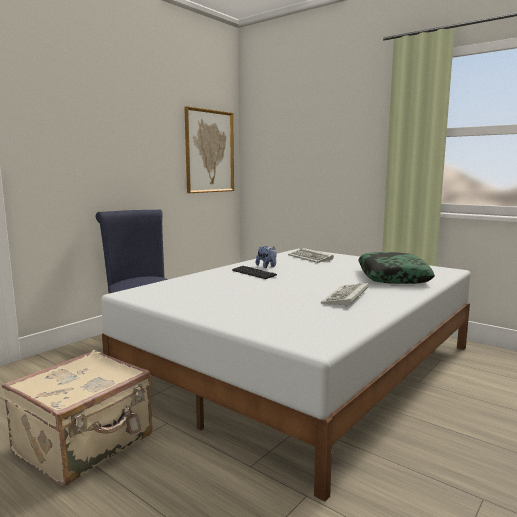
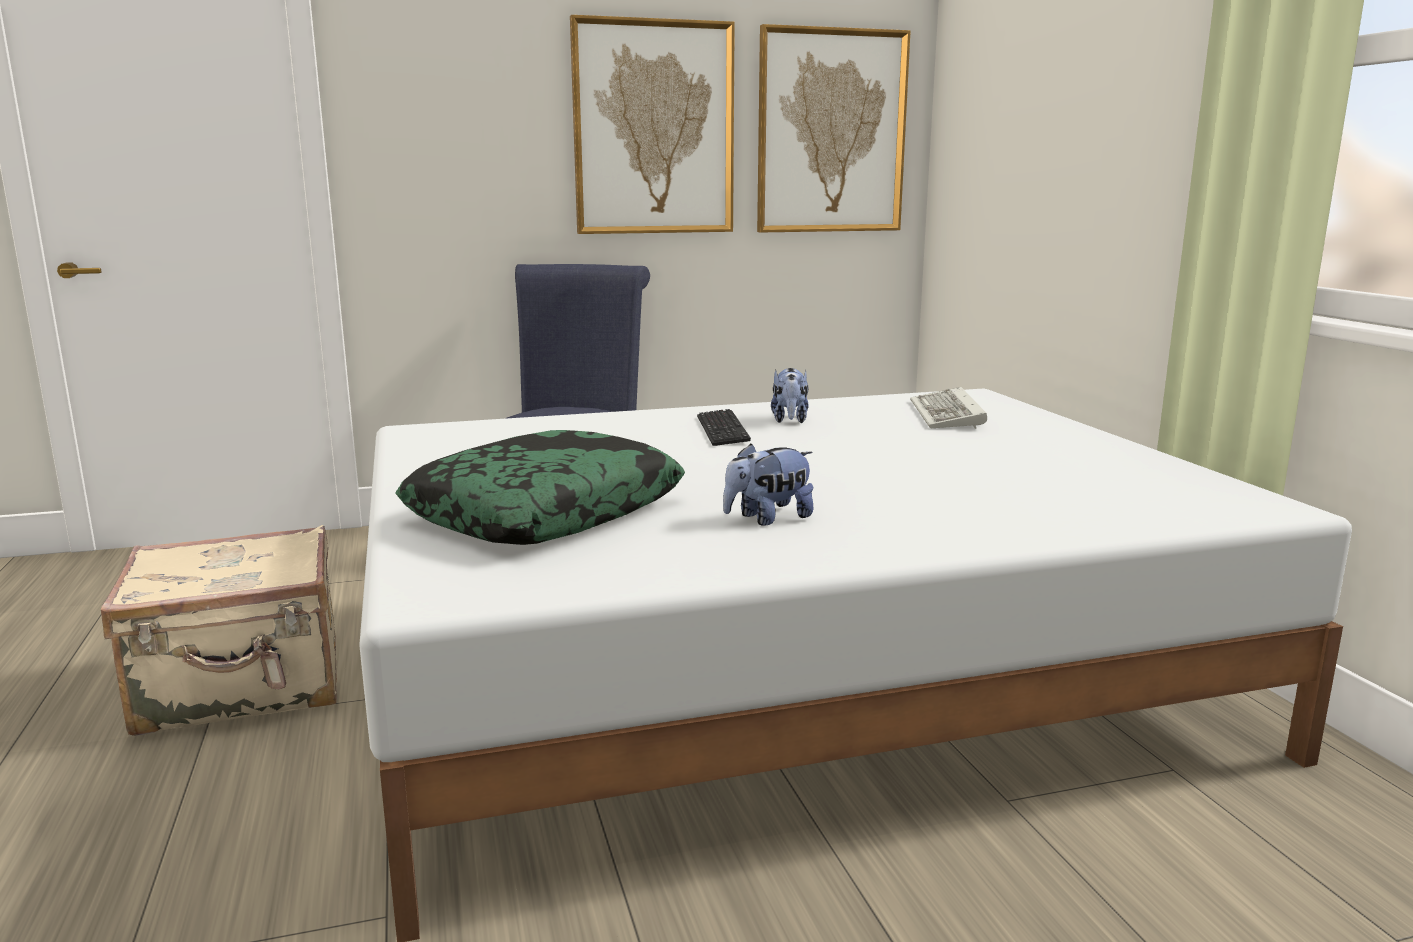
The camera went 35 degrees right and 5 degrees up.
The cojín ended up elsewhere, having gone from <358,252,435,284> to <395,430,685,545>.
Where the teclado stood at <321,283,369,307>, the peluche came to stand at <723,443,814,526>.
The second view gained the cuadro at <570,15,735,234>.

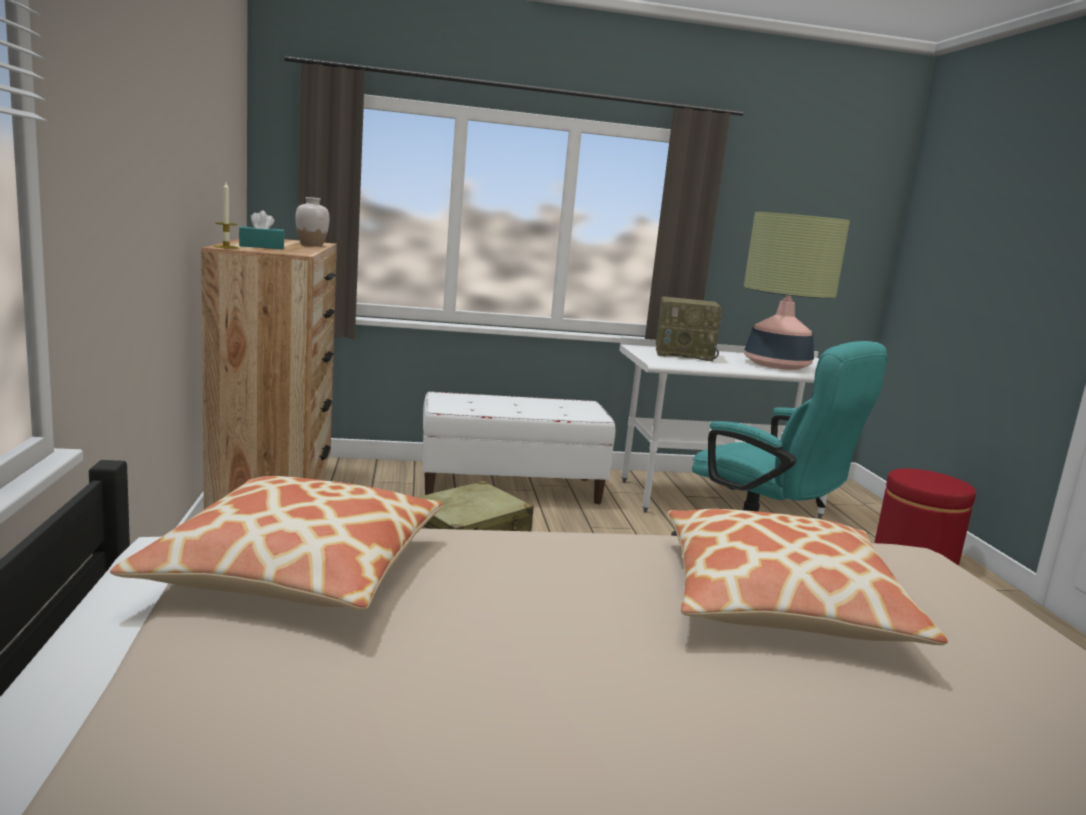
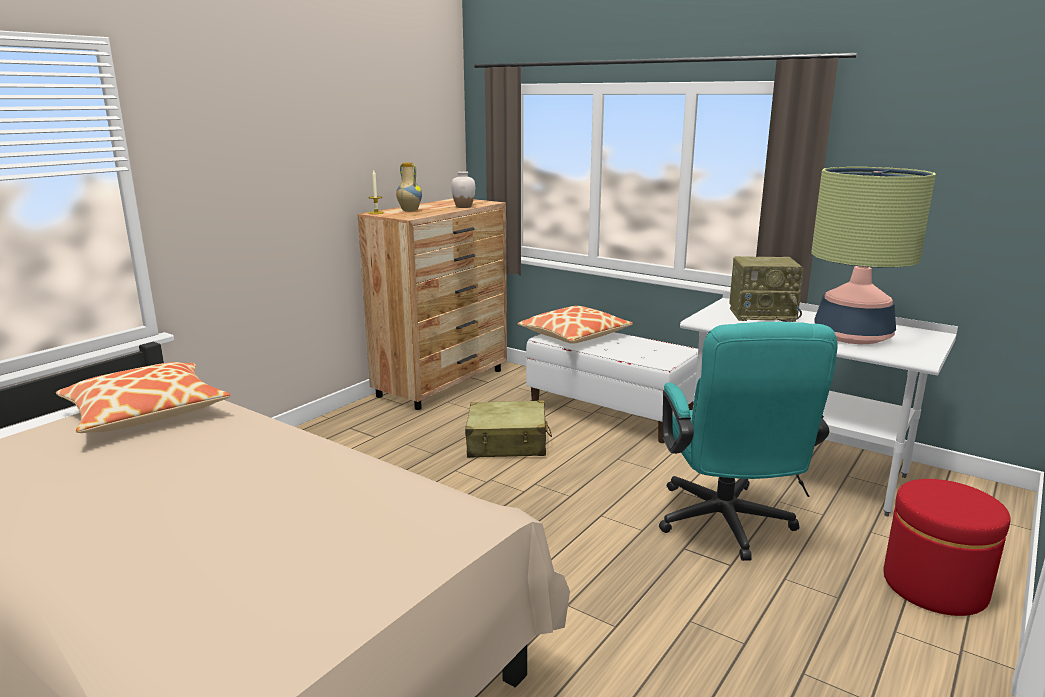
The camera went 45 degrees right and 5 degrees up.
Where the caja de pañuelos [turquesa] stood at <239,210,285,249>, the florero came to stand at <396,162,422,212>.
The radio at <656,296,722,362> ended up facing another way, 45 degrees counterclockwise from before.
The cojín ended up elsewhere, having gone from <667,509,948,645> to <518,306,633,344>.

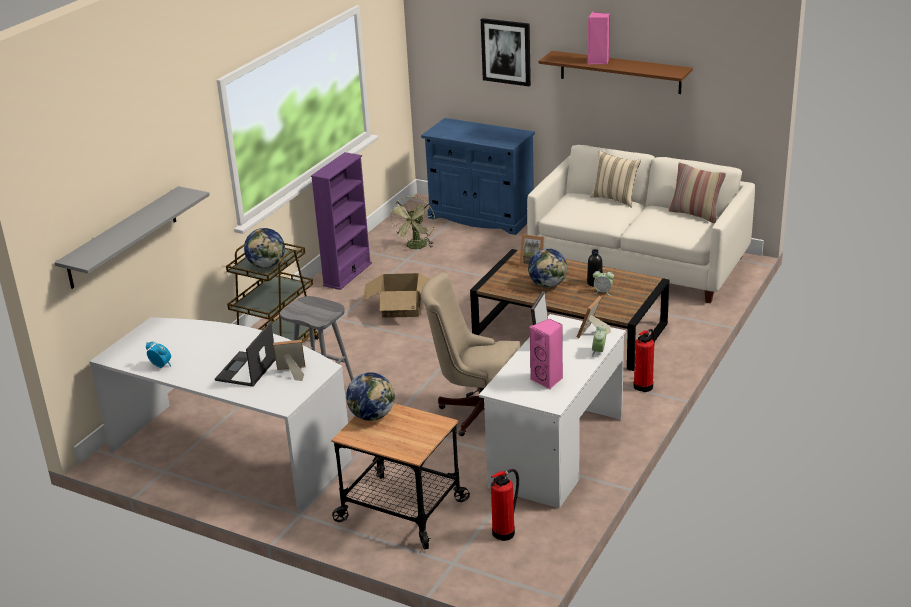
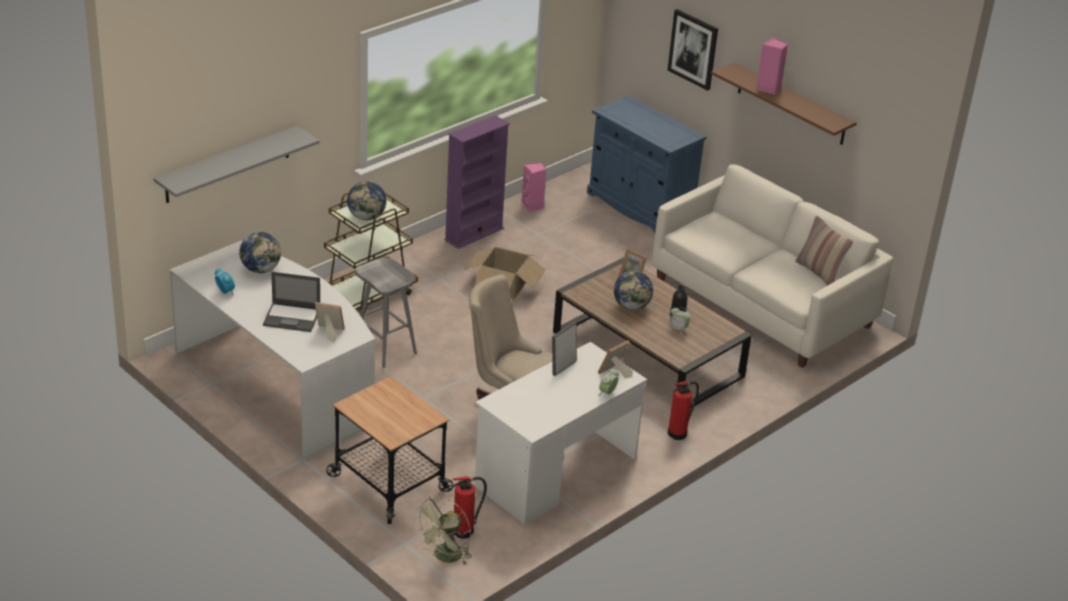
The camera went 15 degrees right and 5 degrees up.
The second view lost the cojín [beis] at <590,151,641,207>.
The ventilador [verde] ended up elsewhere, having gone from <390,196,435,249> to <414,496,472,566>.
The altavoz [rosa] ended up elsewhere, having gone from <530,319,563,389> to <521,163,547,213>.
The portátil at <215,322,276,387> ended up facing another way, 120 degrees counterclockwise from before.
The globo terráqueo ended up elsewhere, having gone from <346,372,395,421> to <239,232,281,273>.

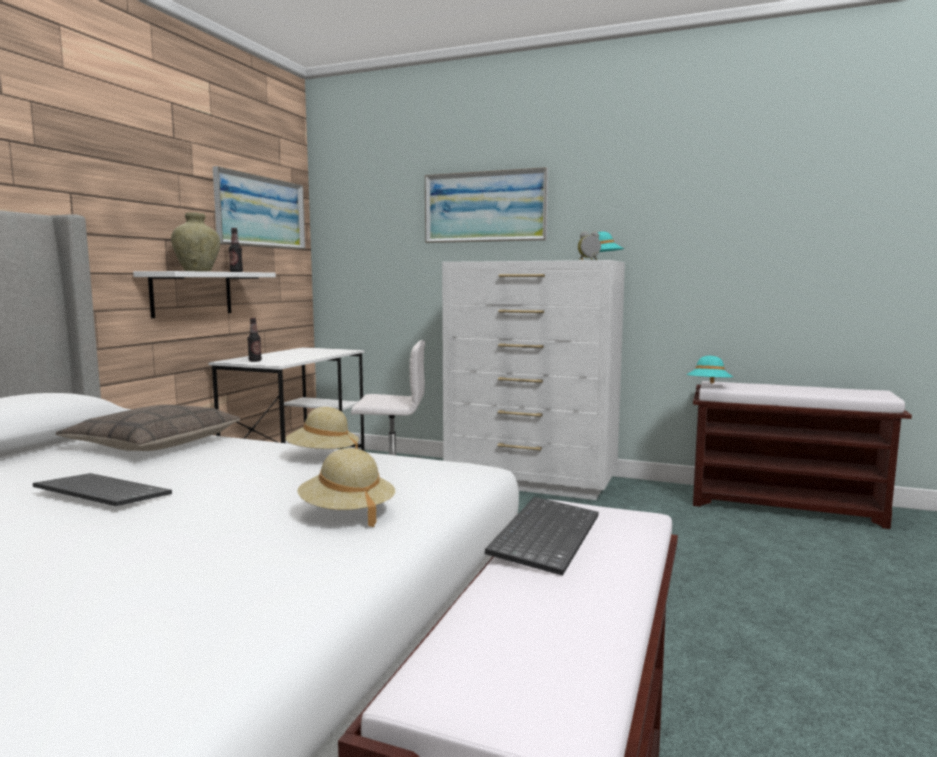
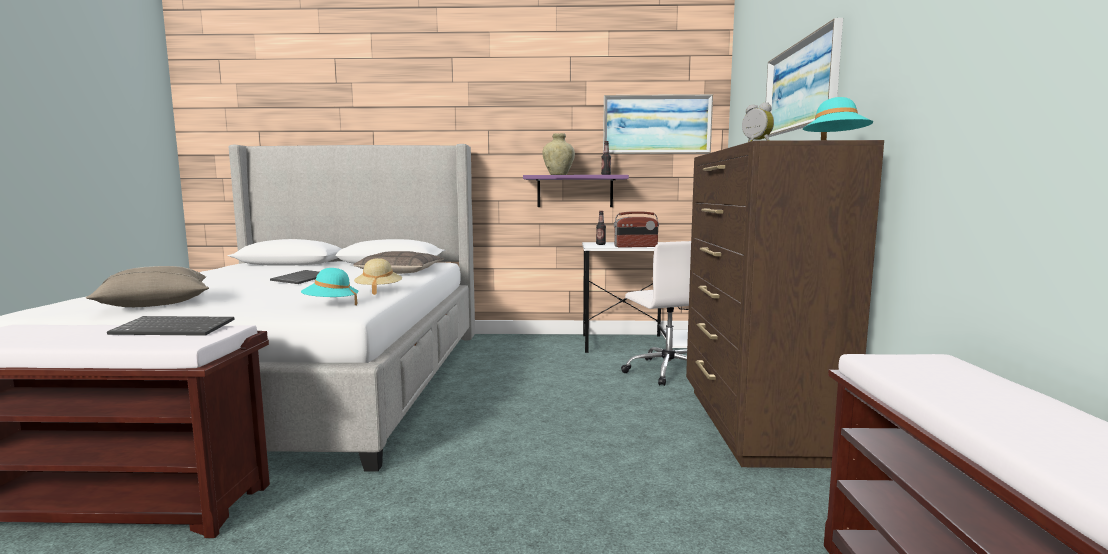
The camera went 70 degrees right and 0 degrees up.
What was the cómoda [blanco] at <442,260,625,500> turned into the cómoda [marrón] at <686,140,884,468>.
What was the estante [blanco] at <133,271,276,318> turned into the estante [morado] at <523,175,629,207>.
The sombrero [turquesa] ended up elsewhere, having gone from <687,356,733,384> to <301,268,359,305>.
The second view lost the sombrero [beis] at <297,448,395,527>.
The second view gained the radio at <614,211,659,248>.
The second view gained the cojín [beis] at <86,266,209,307>.

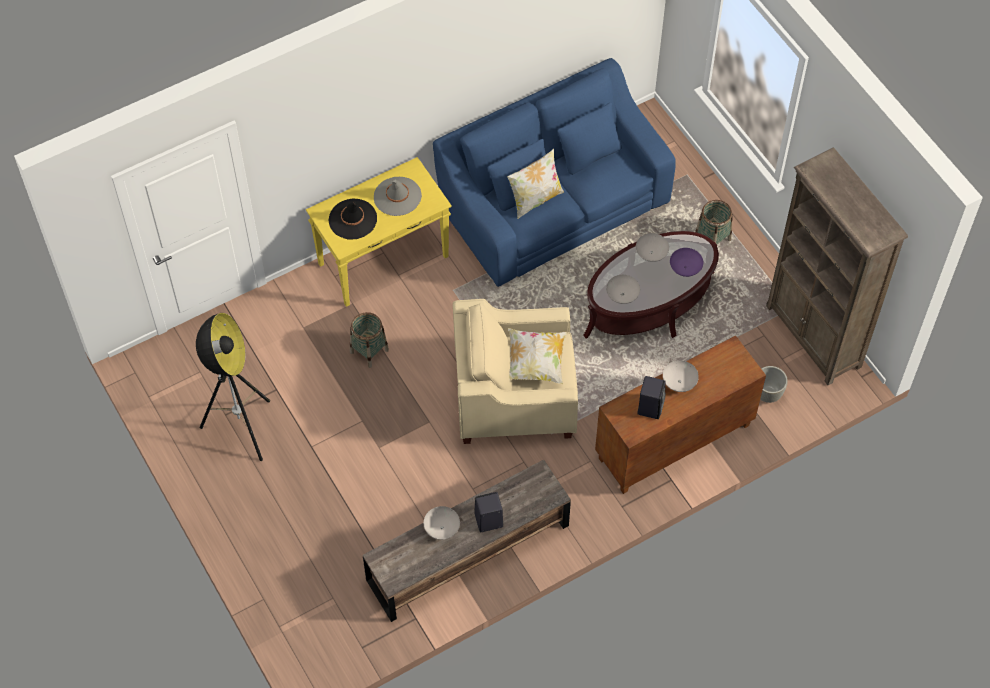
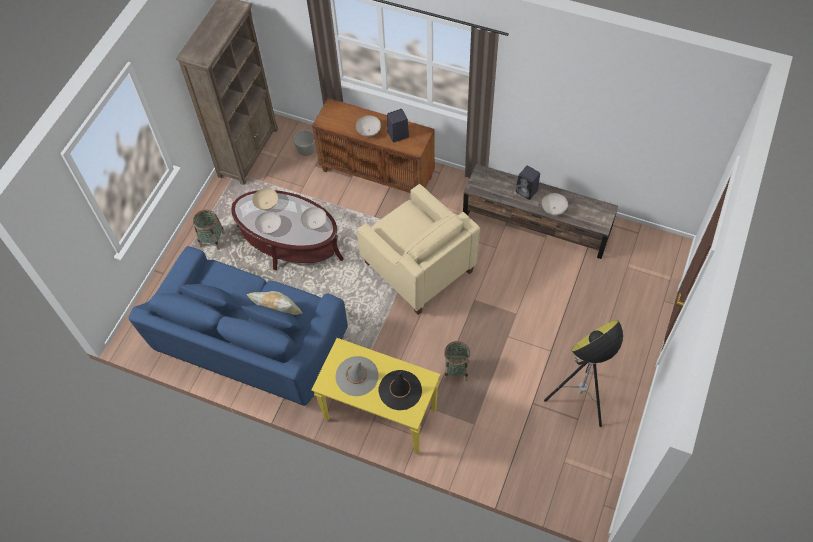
The camera went 125 degrees left and 0 degrees up.
What was the cuenco [morado] at <670,248,703,277> turned into the cuenco [beis] at <252,188,278,210>.
The second view lost the cojín at <508,328,567,384>.

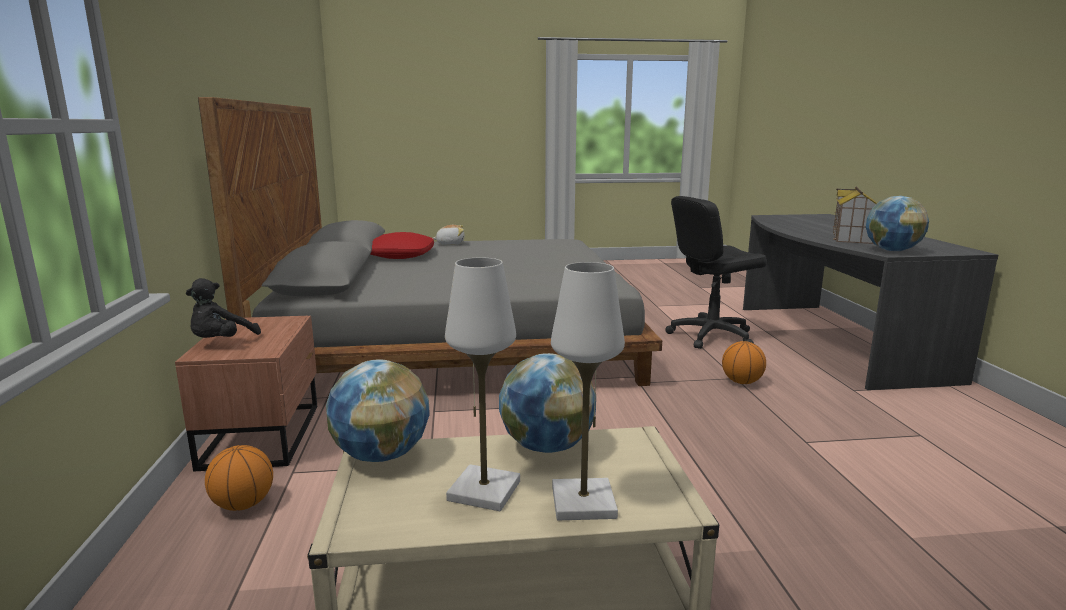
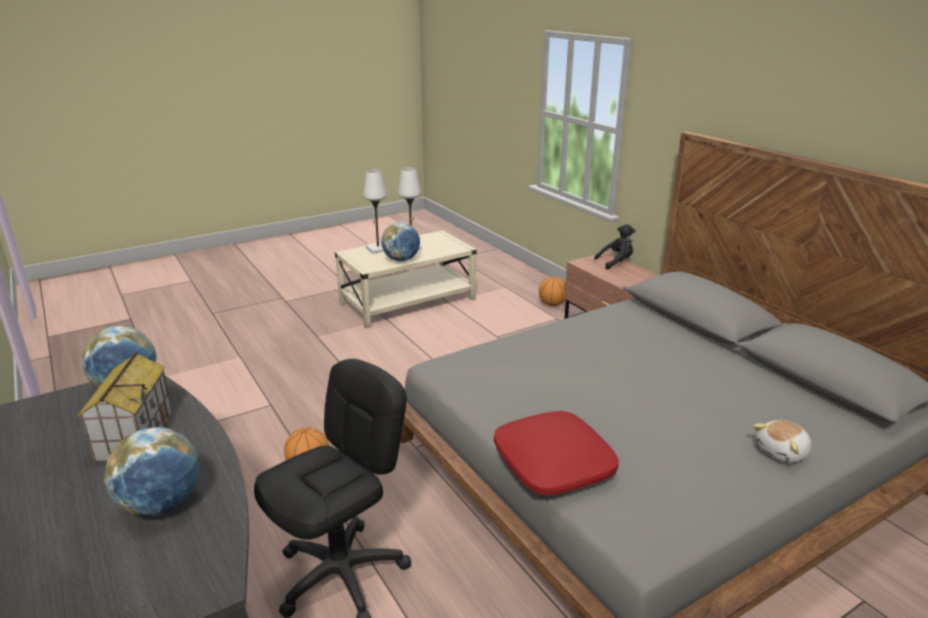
The camera went 155 degrees right and 10 degrees up.
The cojín [rojo] ended up elsewhere, having gone from <370,232,434,259> to <494,411,619,495>.
The peluche [negro] at <186,278,261,338> ended up facing another way, 75 degrees clockwise from before.
The globo terráqueo ended up elsewhere, having gone from <326,359,430,462> to <104,427,200,516>.

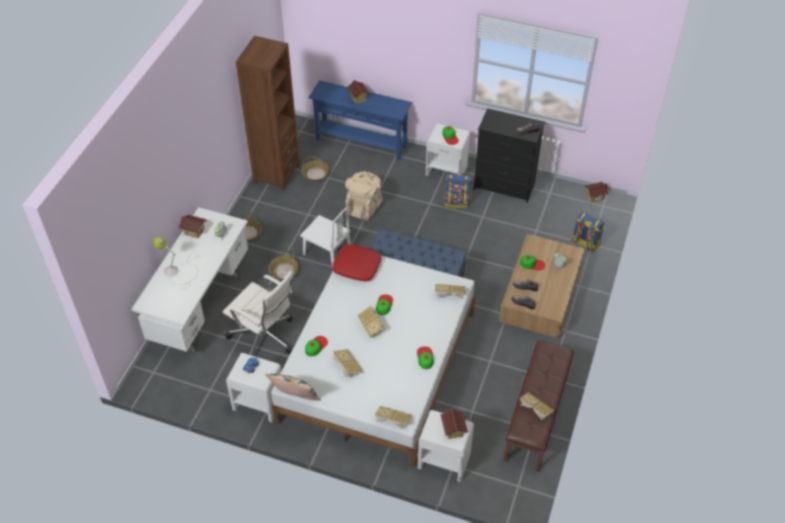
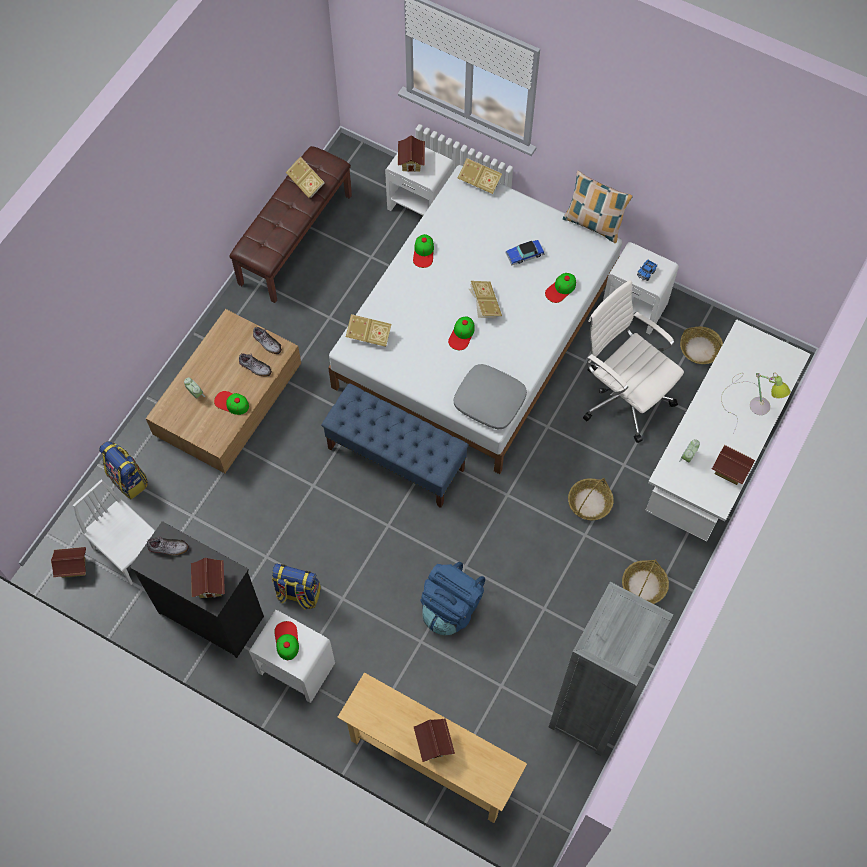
The camera went 170 degrees left and 15 degrees up.
What was the estantería [marrón] at <236,36,300,191> turned into the estantería [gris] at <549,582,673,756>.
What was the mesa consola [azul] at <309,80,412,161> turned into the mesa consola [beis] at <337,673,527,823>.
The cesta ended up elsewhere, having gone from <302,156,330,182> to <680,326,723,364>.
What was the mochila [beis] at <345,171,383,221> turned into the mochila [azul] at <421,562,485,635>.
The silla [blanco] ended up elsewhere, having gone from <300,207,351,267> to <73,480,155,585>.
What was the cojín [rojo] at <332,244,381,281> turned into the cojín [gris] at <453,364,527,429>.
Where the libro stood at <333,349,363,377>, the coche de juguete came to stand at <505,240,545,265>.
The second view gained the casita at <191,558,225,598>.

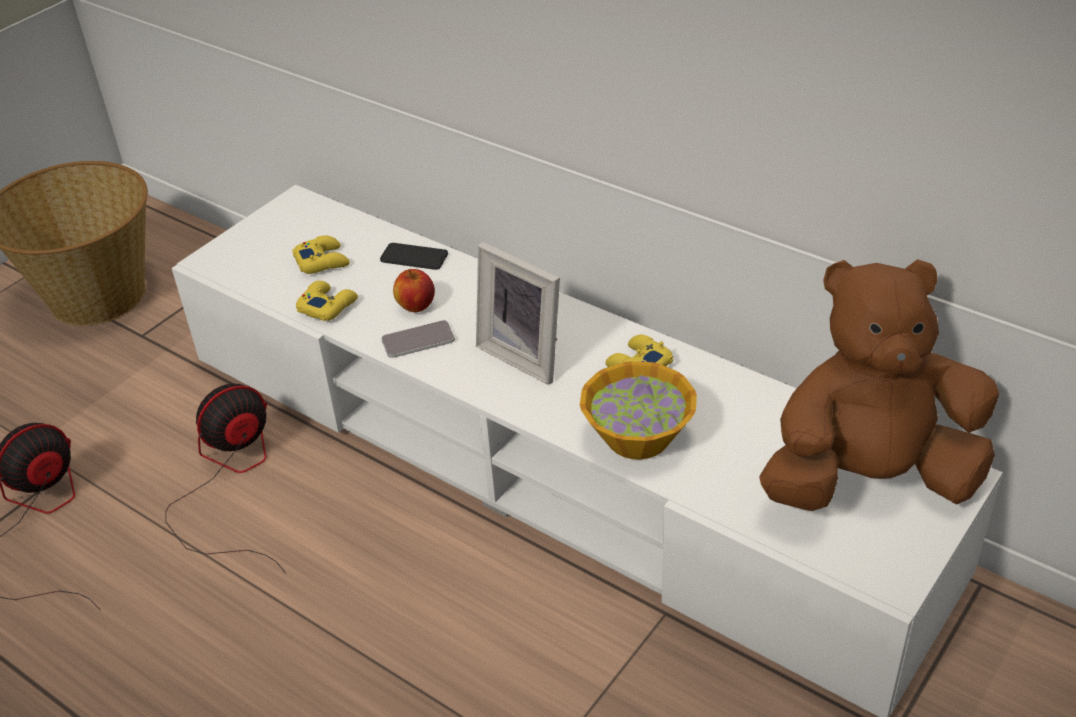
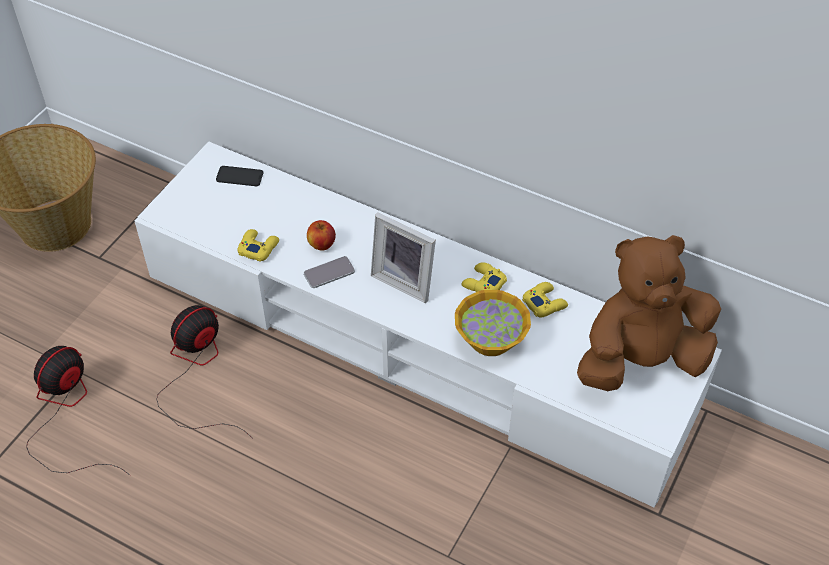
The camera went 10 degrees left and 10 degrees up.
The mando de consola [amarillo] ended up elsewhere, having gone from <292,235,350,274> to <522,282,568,318>.
The móvil ended up elsewhere, having gone from <380,243,448,270> to <216,166,263,186>.

